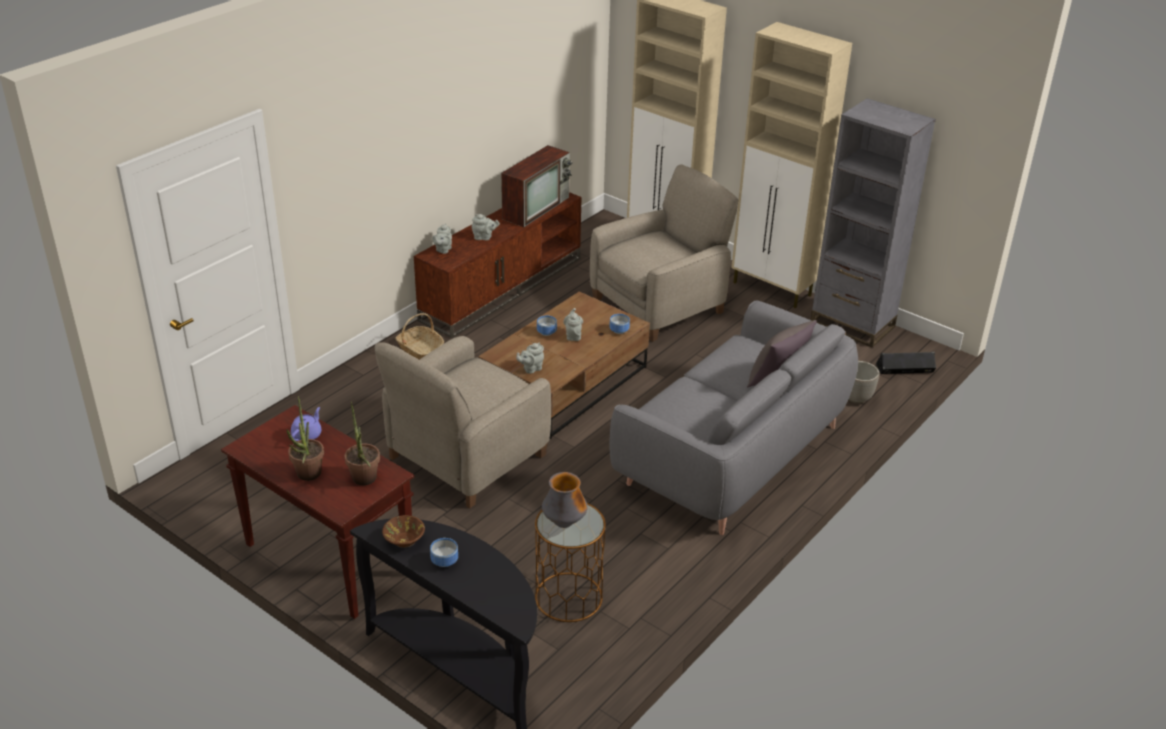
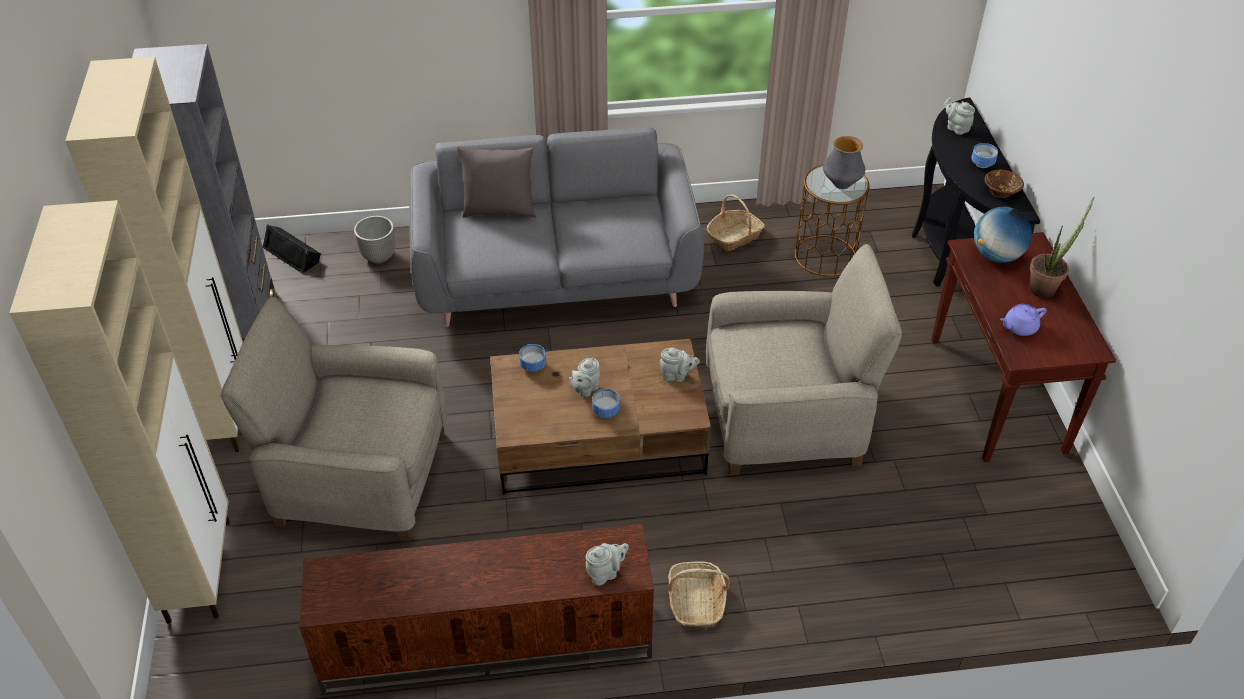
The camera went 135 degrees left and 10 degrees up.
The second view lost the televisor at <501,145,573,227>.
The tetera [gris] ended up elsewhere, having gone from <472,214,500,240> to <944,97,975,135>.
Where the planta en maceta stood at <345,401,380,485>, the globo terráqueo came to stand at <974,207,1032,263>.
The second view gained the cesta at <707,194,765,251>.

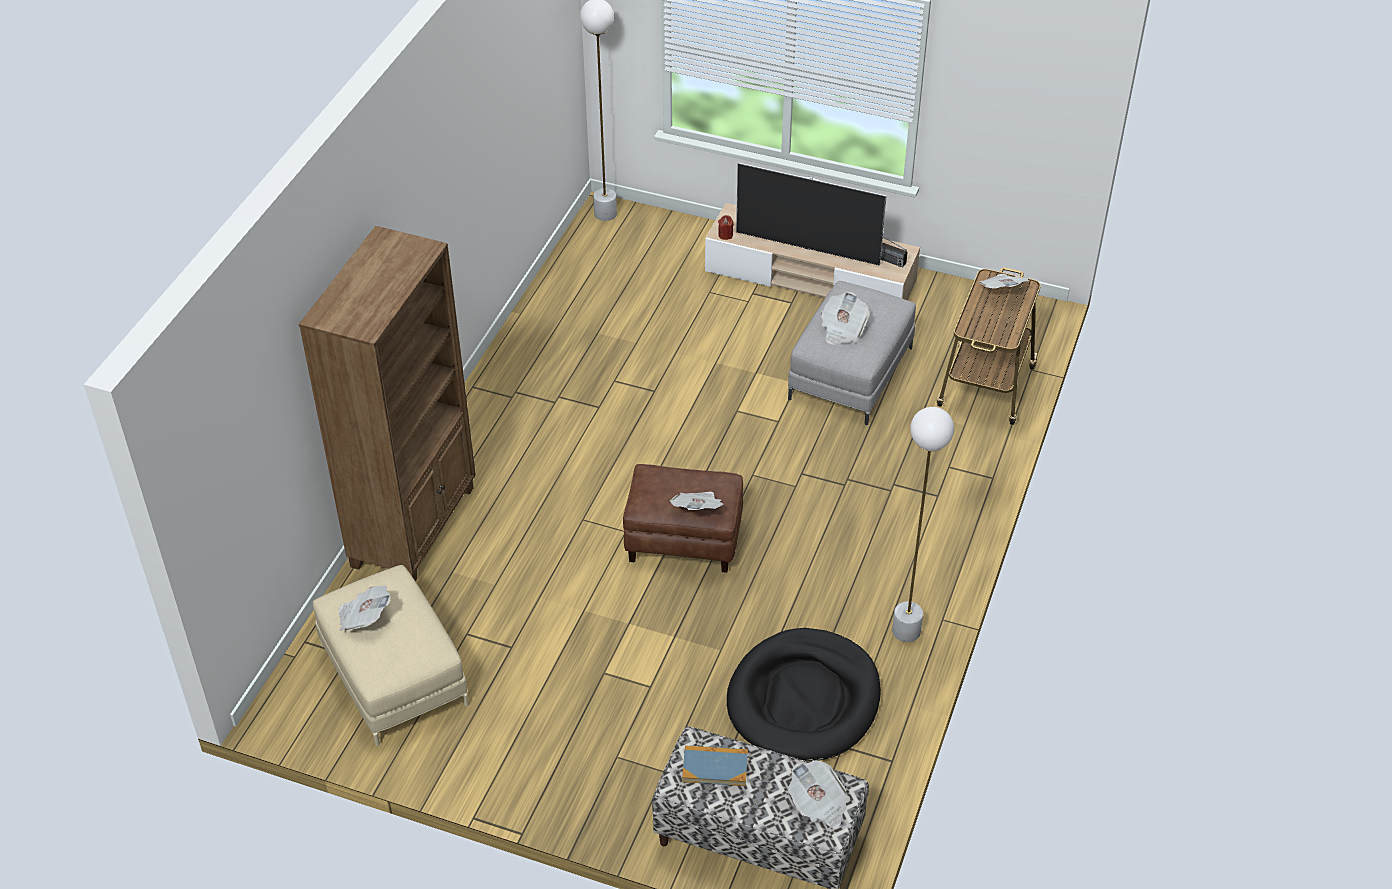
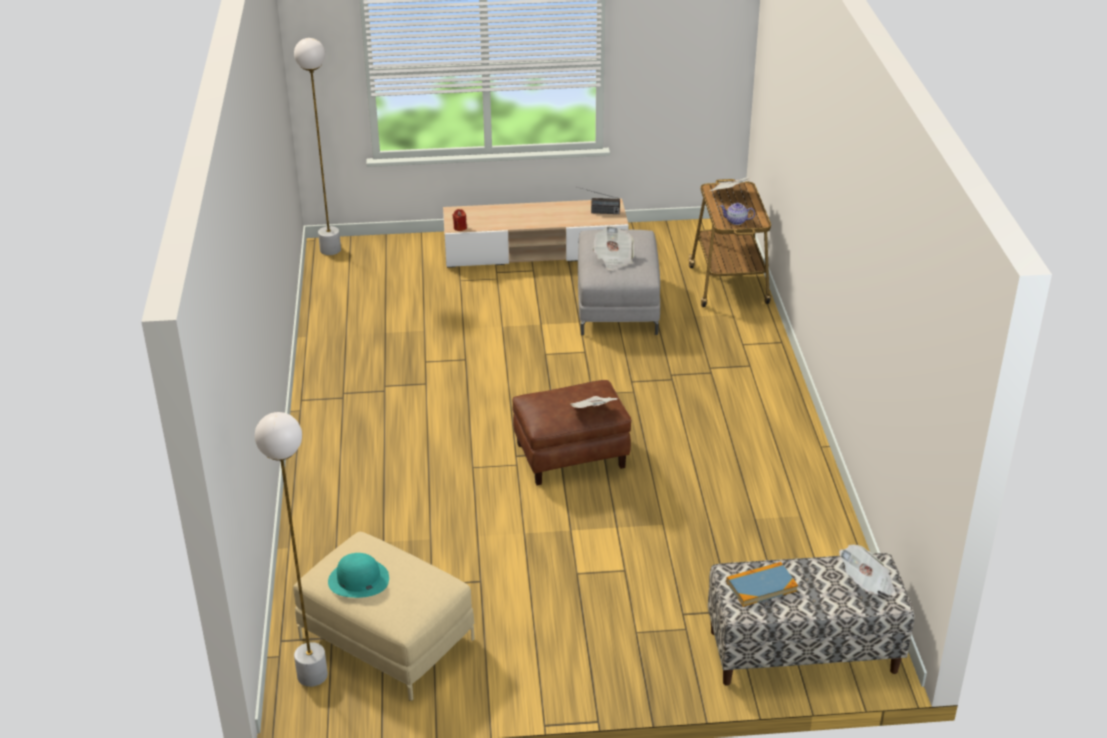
The camera went 25 degrees left and 10 degrees down.
The second view lost the televisor at <736,163,887,266>.
The second view lost the estantería [marrón] at <299,226,476,581>.
The lámpara de pie [blanco] ended up elsewhere, having gone from <892,407,954,642> to <255,412,328,687>.
Where the periódico stood at <339,585,391,631>, the sombrero [turquesa] came to stand at <328,553,389,598>.
The second view lost the cama para perro [negro] at <727,628,881,761>.
The second view gained the tetera at <720,203,755,225>.

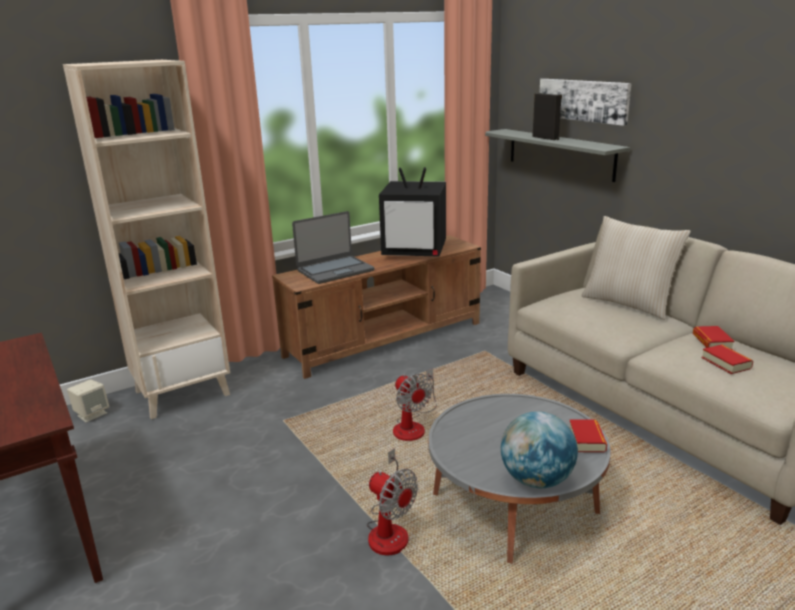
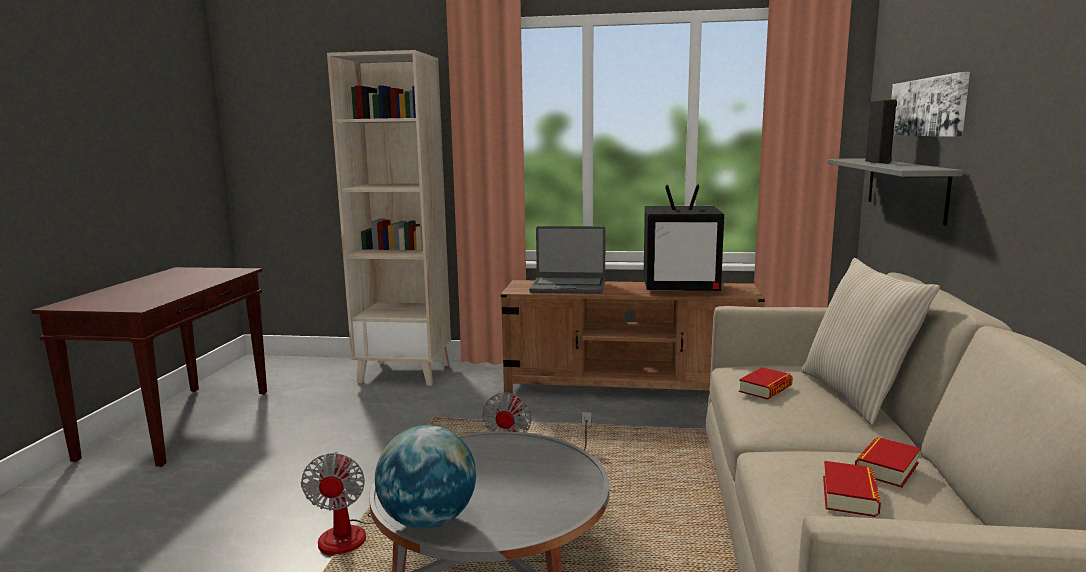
The camera went 40 degrees right and 10 degrees down.
The televisor at <379,167,446,257> ended up facing another way, 45 degrees counterclockwise from before.
The second view lost the altavoz [beis] at <67,379,109,423>.
The libro ended up elsewhere, having gone from <570,419,607,453> to <739,367,793,400>.

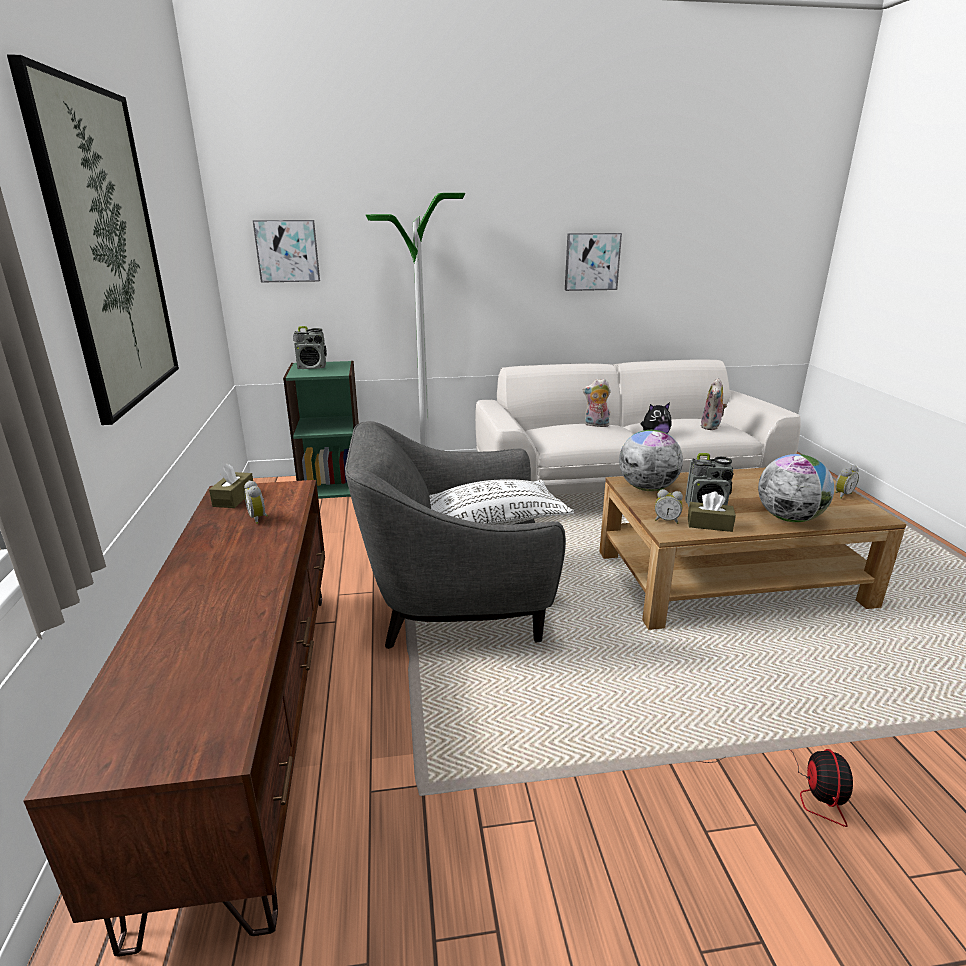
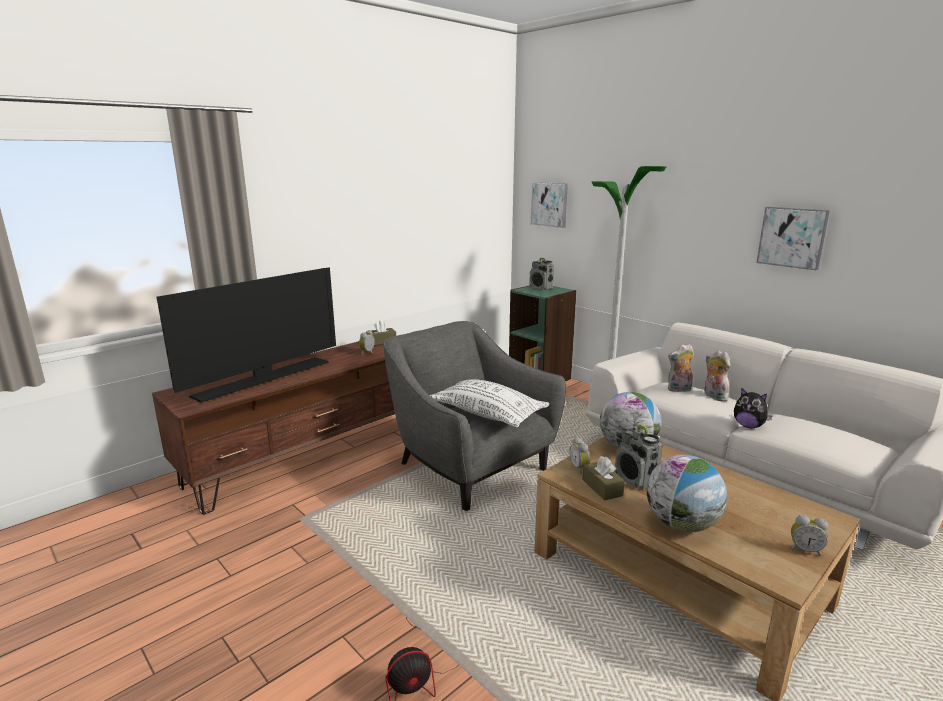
The camera went 55 degrees right and 5 degrees down.
The second view lost the cuadro at <7,54,179,425>.
The peluche ended up elsewhere, having gone from <701,378,727,430> to <668,344,694,392>.
The second view gained the televisor at <156,267,336,403>.

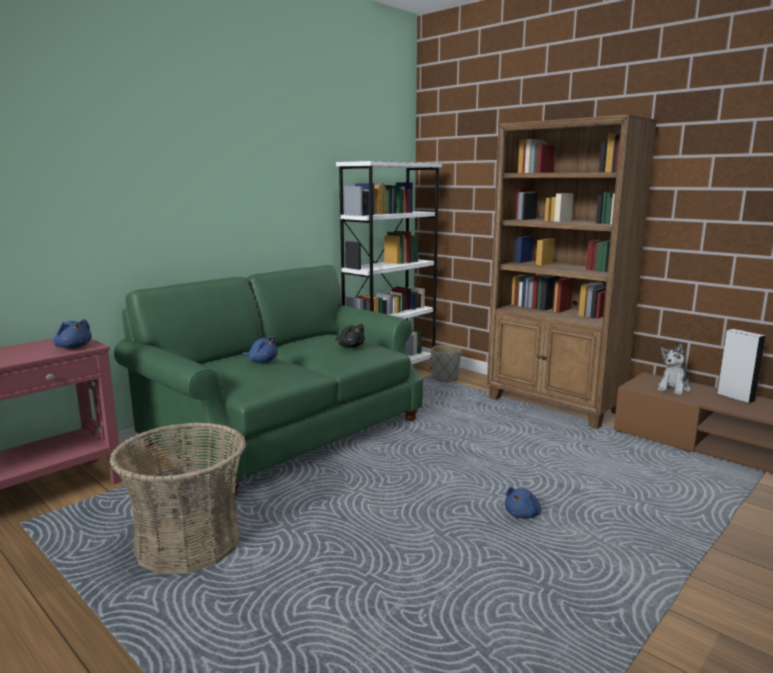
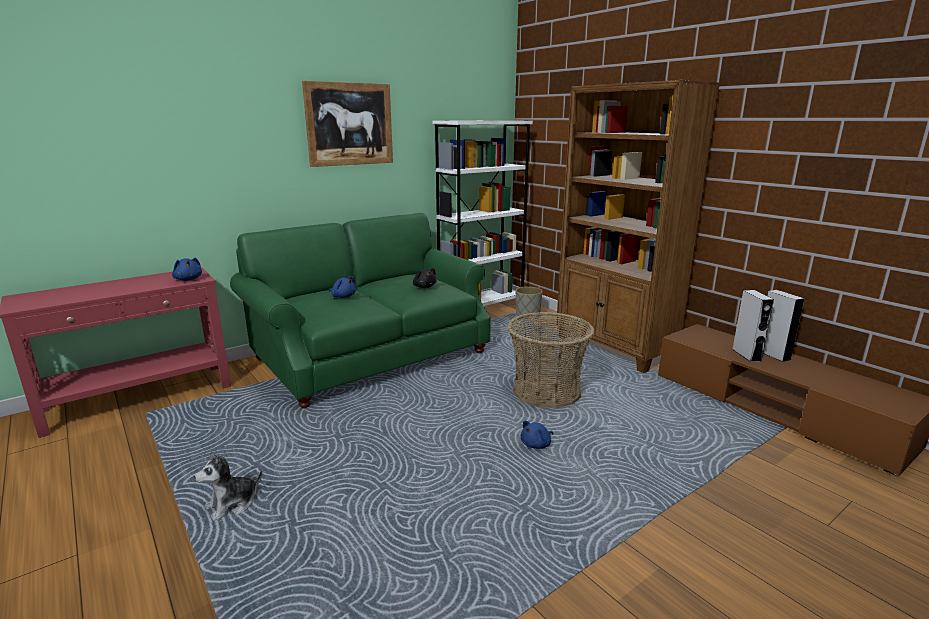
The camera went 10 degrees right and 5 degrees up.
The peluche ended up elsewhere, having gone from <658,344,691,395> to <194,451,262,521>.
The cesta ended up elsewhere, having gone from <109,422,246,574> to <507,312,595,408>.
The second view gained the cuadro at <302,81,393,167>.
The second view gained the altavoz [gris] at <732,290,774,362>.

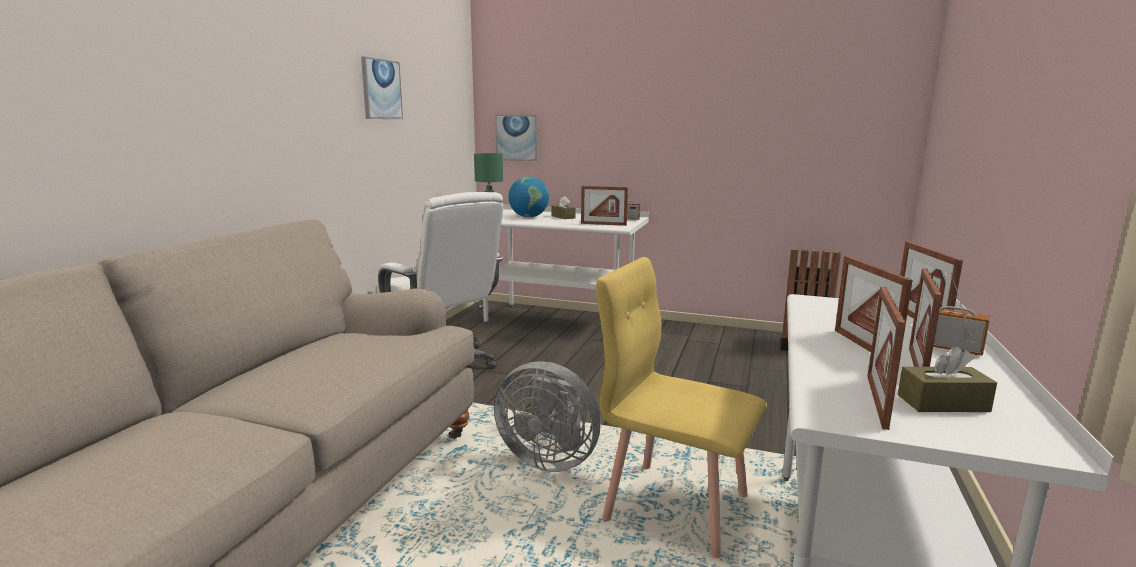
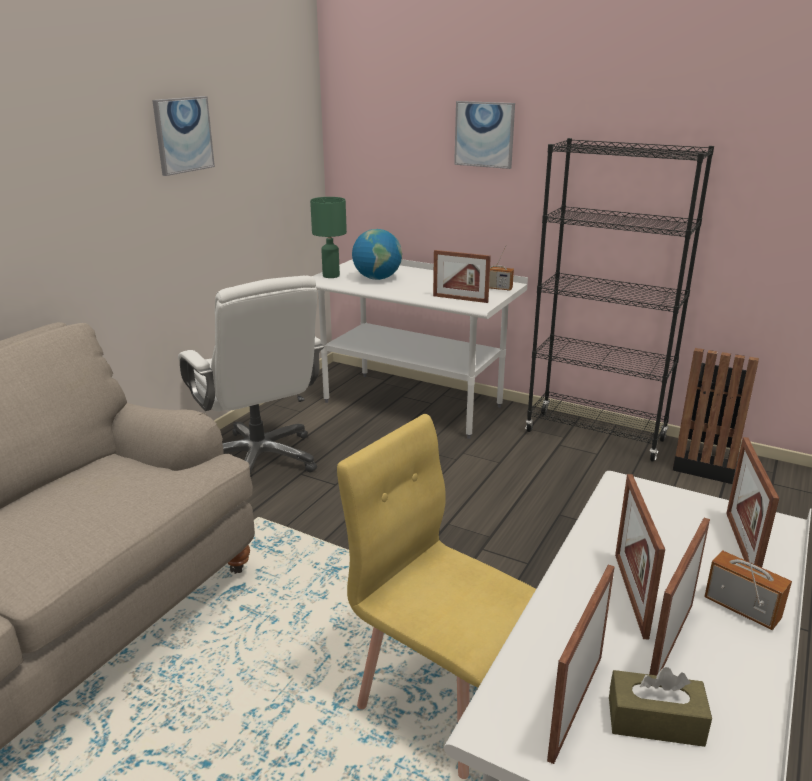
The camera went 10 degrees right and 10 degrees up.
The cuadro ended up elsewhere, having gone from <495,115,538,161> to <454,101,515,169>.
The second view lost the caja de pañuelos [marrón] at <552,196,576,219>.
The second view lost the ventilador [gris] at <494,361,601,472>.
The second view gained the estantería [negro] at <525,138,714,462>.

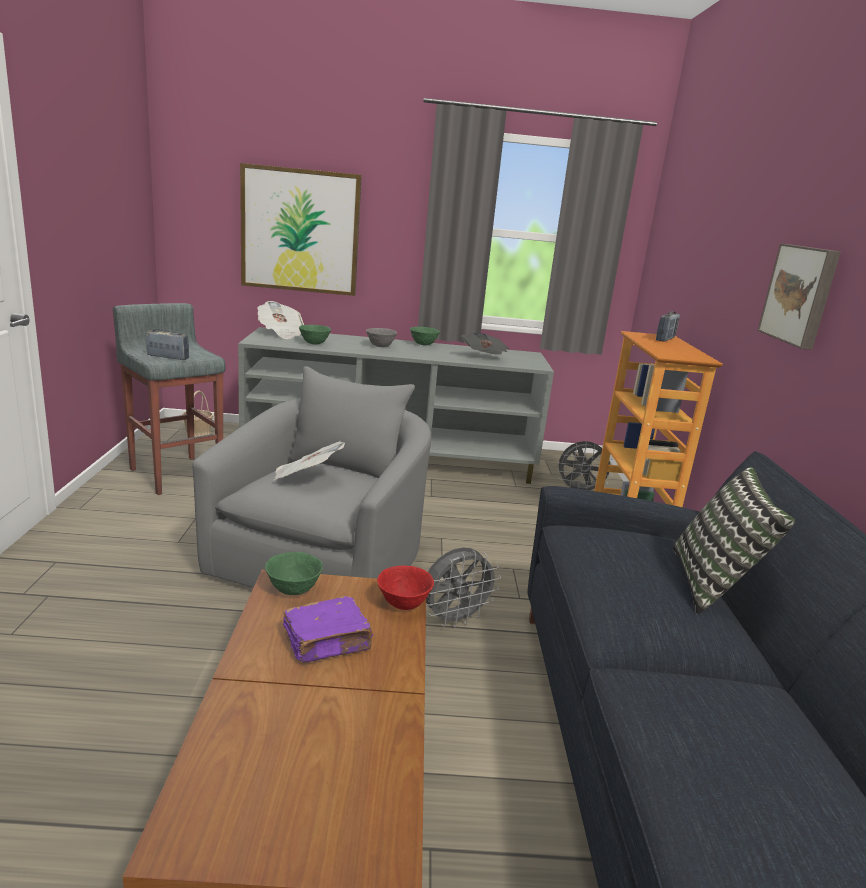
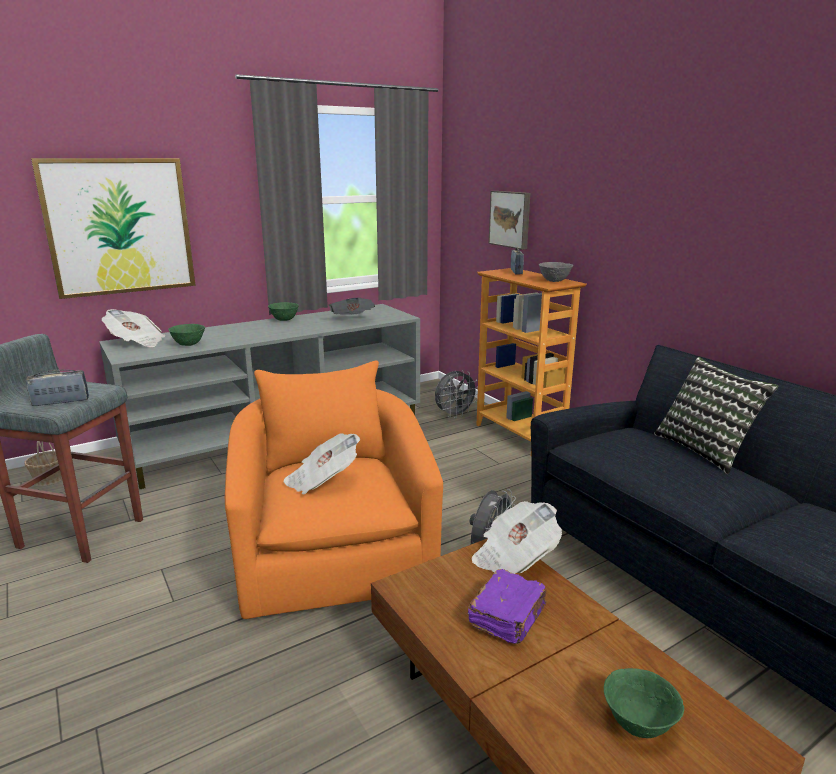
The camera went 30 degrees left and 0 degrees up.
The cuadro ended up elsewhere, having gone from <758,244,841,350> to <489,191,530,250>.
The cuenco [gris] ended up elsewhere, having gone from <366,328,397,347> to <539,262,573,282>.
What was the sillón [gris] at <192,366,431,588> turned into the sillón [naranja] at <225,361,443,619>.
The cuenco [verde] ended up elsewhere, having gone from <265,552,323,595> to <604,668,684,738>.
Where the cuenco [rojo] stood at <377,565,434,610>, the periódico came to stand at <472,501,562,574>.

